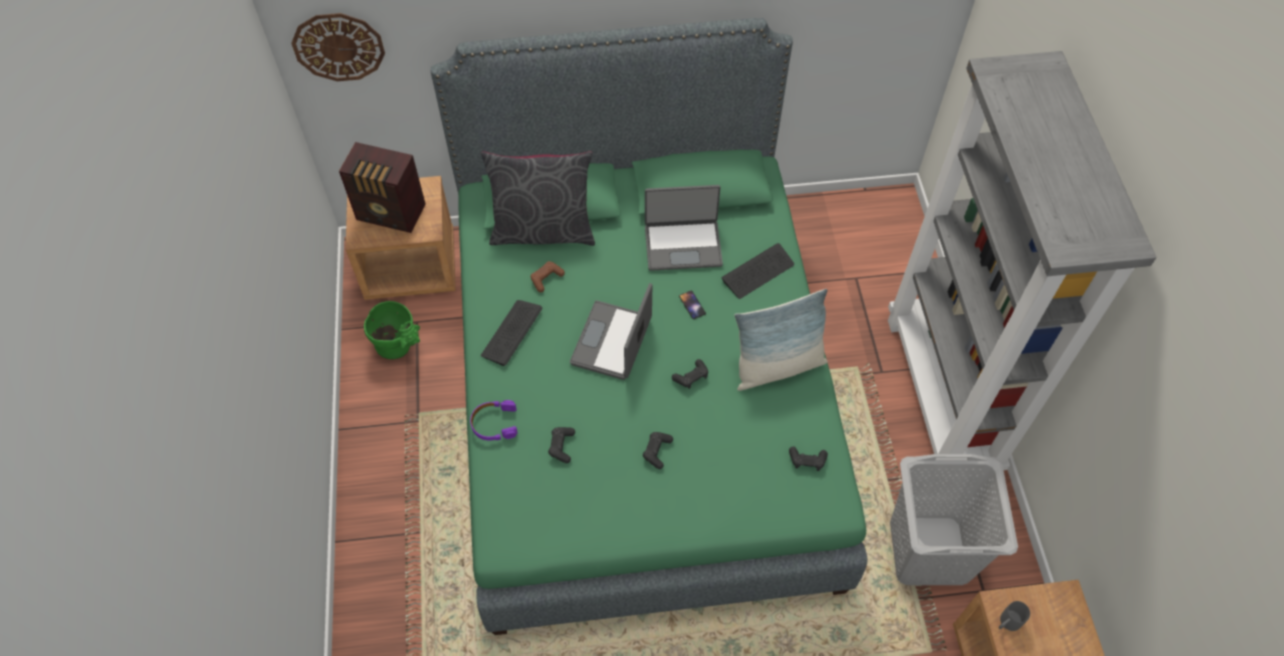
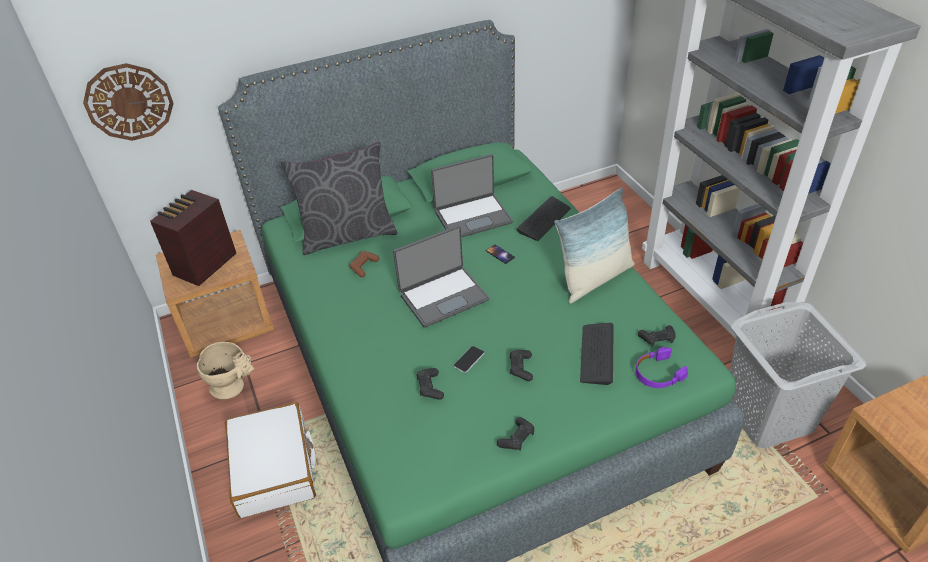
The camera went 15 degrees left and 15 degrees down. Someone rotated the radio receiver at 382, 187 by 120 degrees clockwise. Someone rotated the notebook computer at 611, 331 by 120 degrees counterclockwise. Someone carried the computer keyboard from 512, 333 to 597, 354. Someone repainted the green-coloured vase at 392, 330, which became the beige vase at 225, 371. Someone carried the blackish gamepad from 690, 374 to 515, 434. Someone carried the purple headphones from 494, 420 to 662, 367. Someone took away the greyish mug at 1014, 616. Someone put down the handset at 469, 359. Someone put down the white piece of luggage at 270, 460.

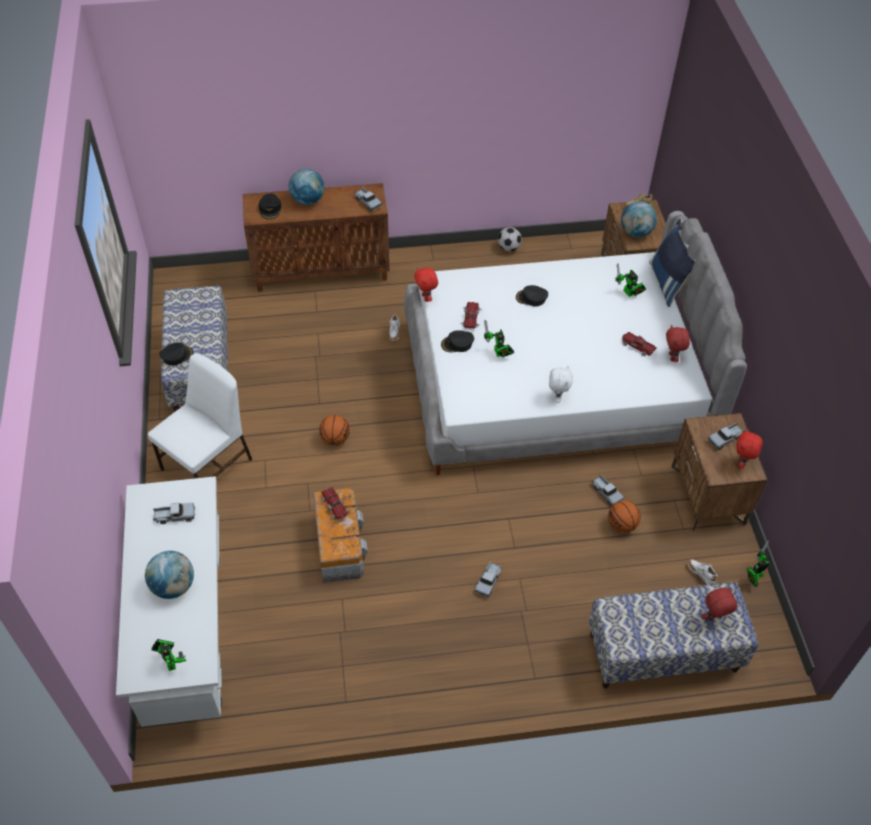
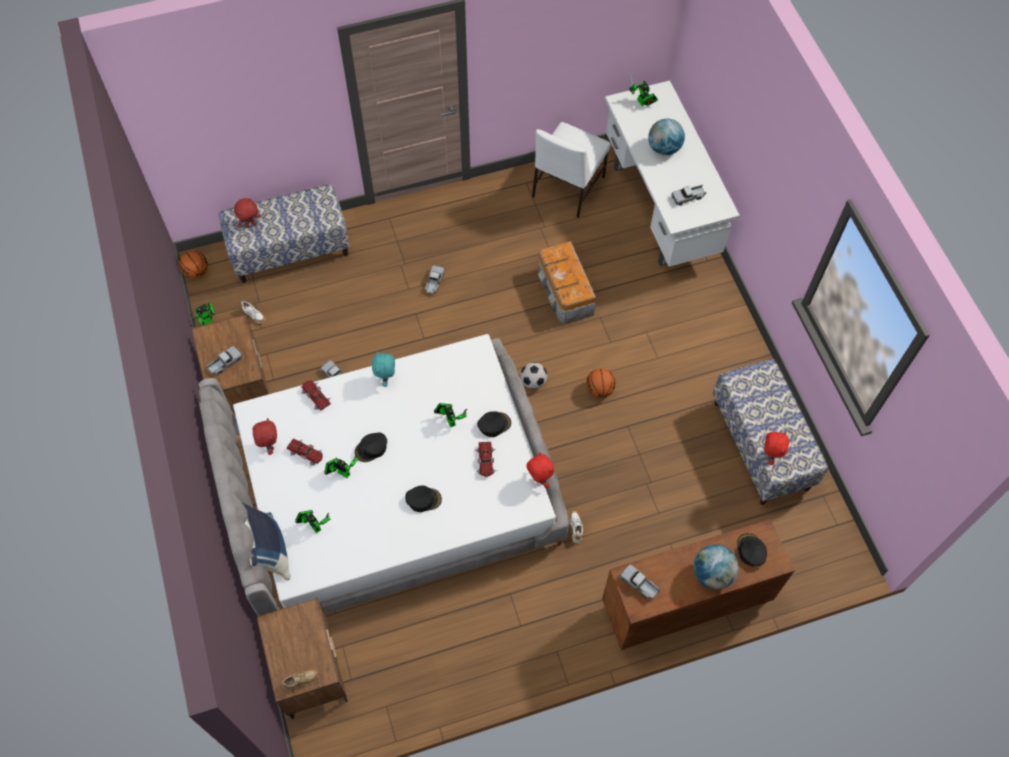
The camera went 170 degrees right and 10 degrees up. Someone took away the world globe at 639, 219. Someone carried the ball for football from 510, 239 to 533, 375. Someone carried the blackish peaked cap from 176, 354 to 371, 447. Someone carried the white plain chair from 200, 415 to 571, 170. Someone repainted the white plush toy at 561, 384, which became the turquoise-coloured plush toy at 383, 369. Someone carried the red plush toy from 749, 449 to 776, 448. Someone carried the miniature car from 335, 503 to 316, 395. Someone carried the basketball ball from 624, 516 to 193, 265. Someone put down the model robot at 341, 465.

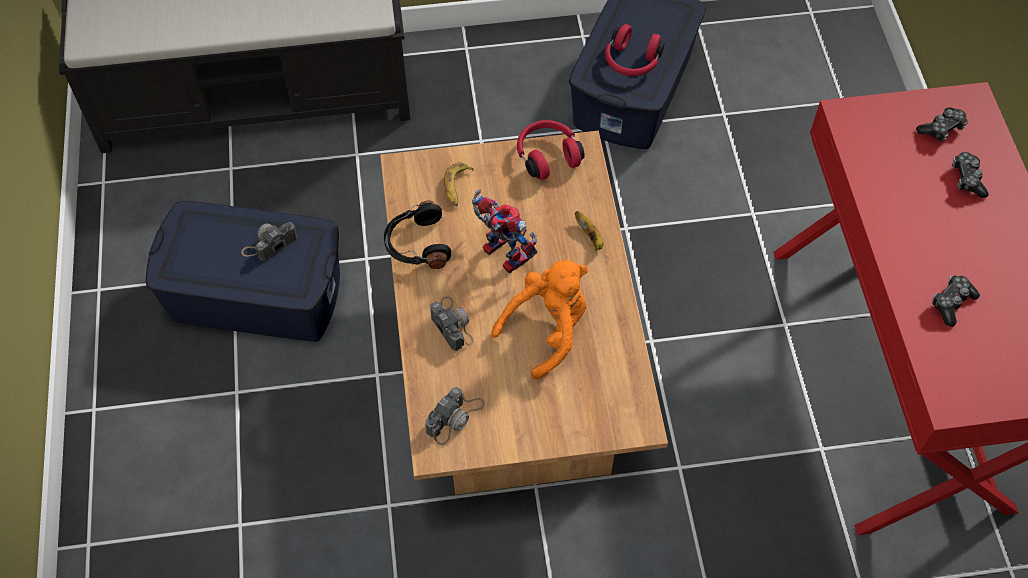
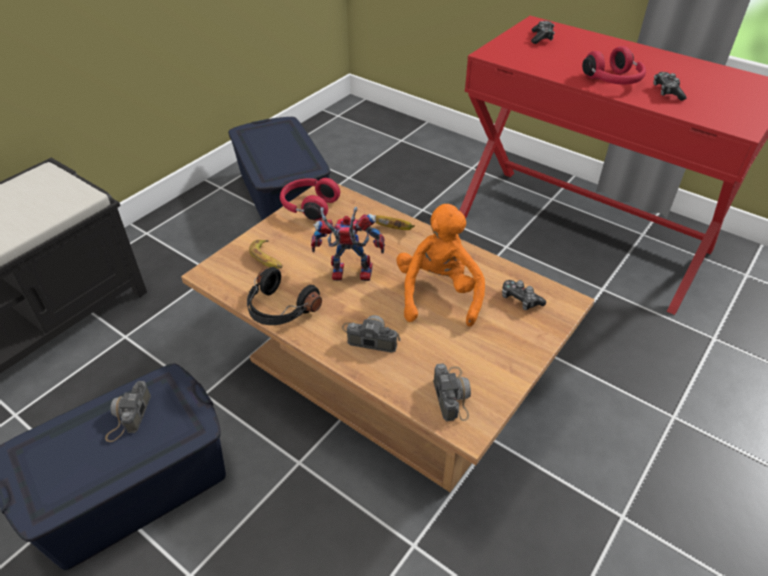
The camera went 45 degrees left and 15 degrees down. Someone carried the red headphones from 635, 50 to 614, 65. Someone carried the gamepad from 970, 175 to 524, 295.

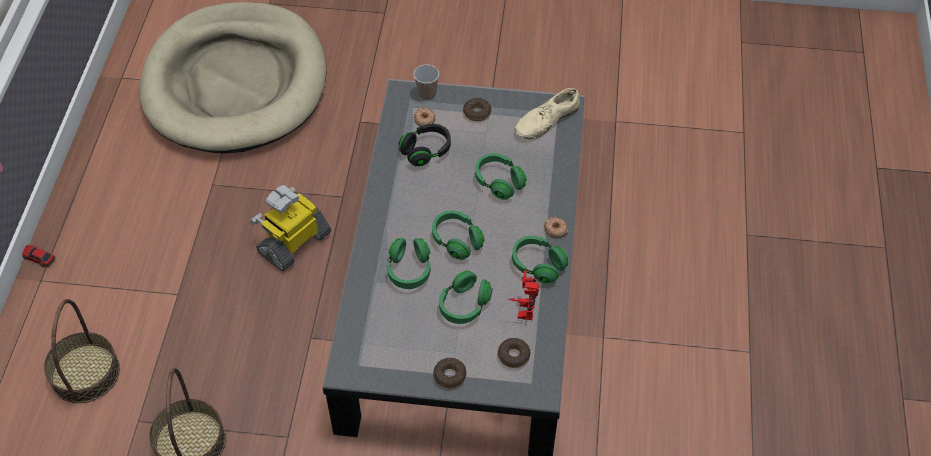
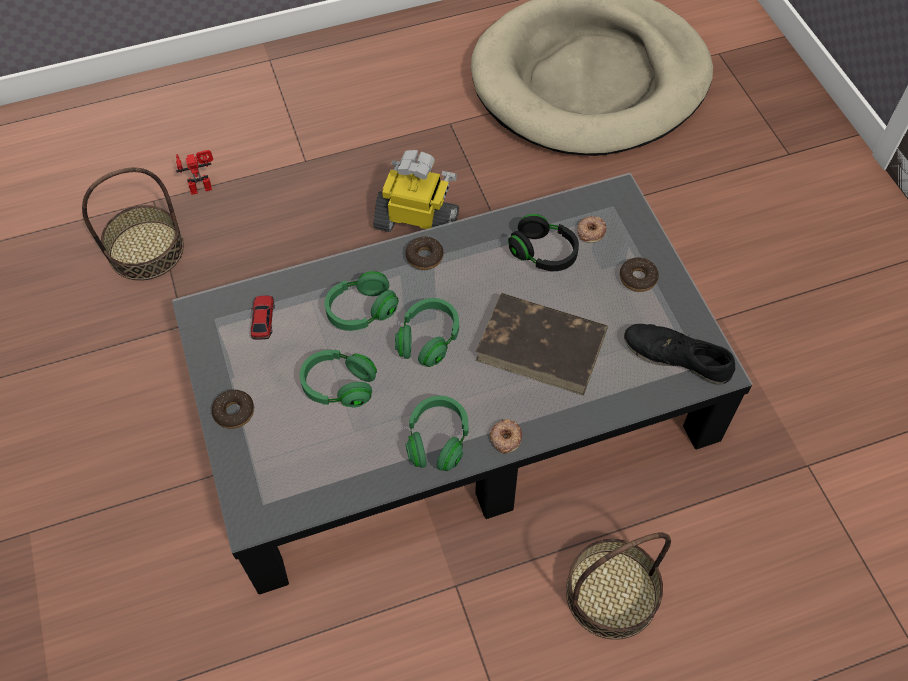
The camera went 65 degrees right and 5 degrees up. Someone took away the small cup at 426, 82. Someone repainted the beige item of footwear at 547, 113, which became the blackish item of footwear at 679, 354. Someone swapped the green-coloured headphones at 501, 176 for the brownish book at 542, 344. Someone carried the miniature car from 38, 256 to 263, 317. Someone carried the model robot from 524, 295 to 194, 172. Someone carried the storage basket from 82, 351 to 618, 586. Someone carried the donut from 514, 353 to 425, 253.

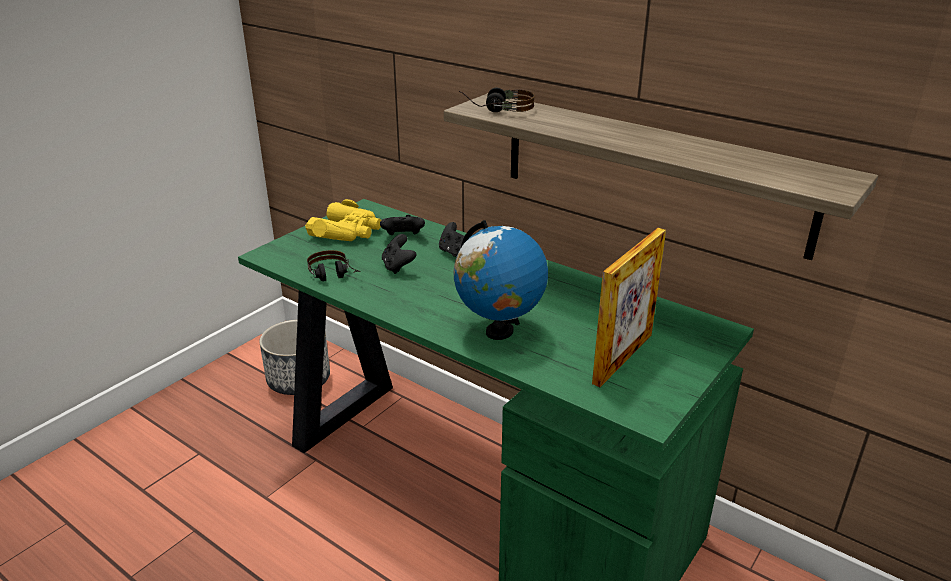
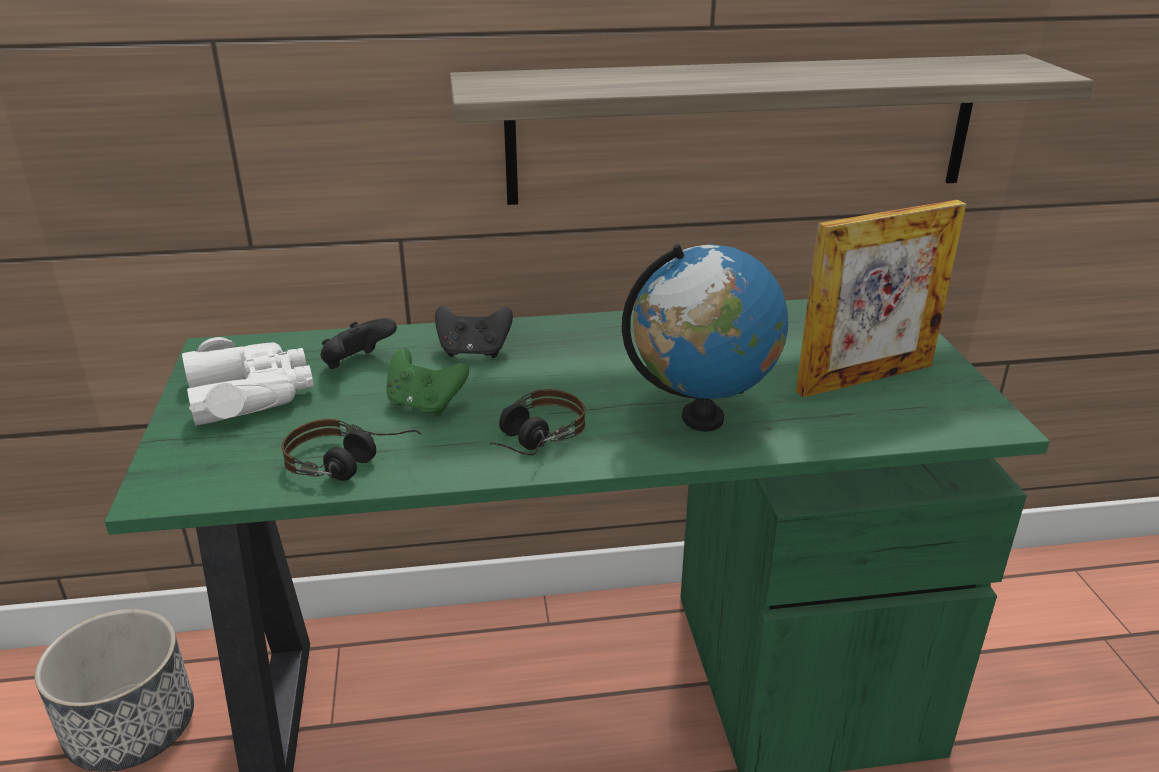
The camera went 45 degrees left and 0 degrees up. Someone carried the headphones from 497, 100 to 537, 422. Someone repainted the yellow-coloured binoculars at 343, 220, which became the white binoculars at 248, 381. Someone rotated the picture frame at 629, 307 by 75 degrees clockwise. Someone repainted the blackish gamepad at 399, 254, which became the green-coloured gamepad at 427, 382.

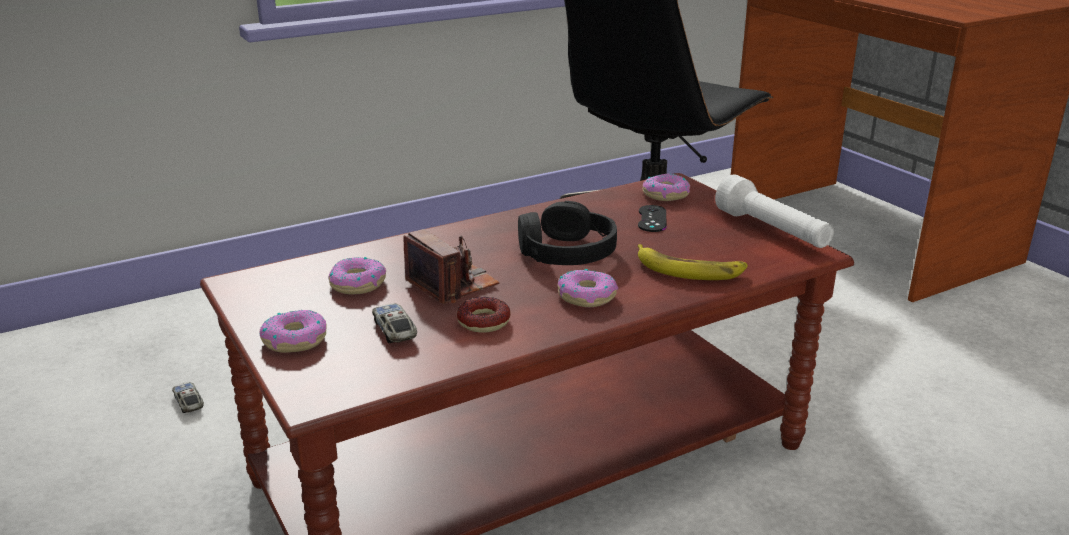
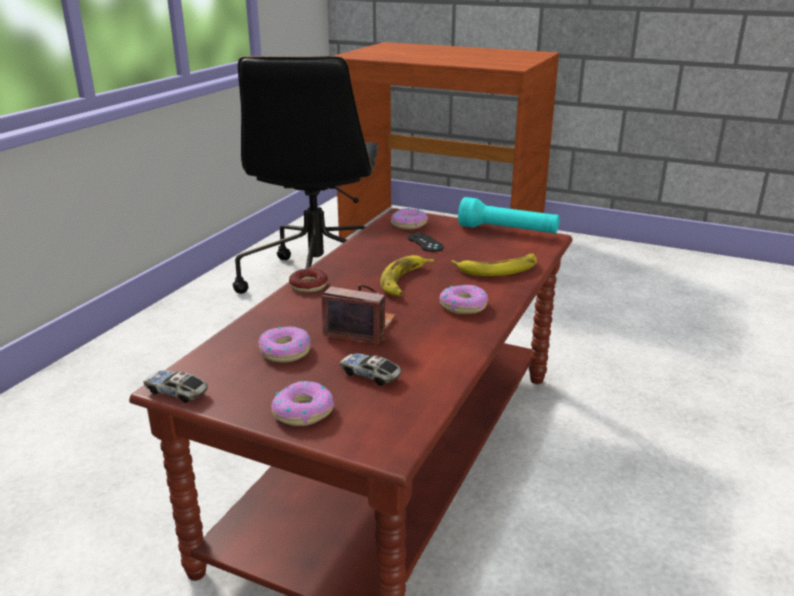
The camera went 35 degrees left and 0 degrees up. Someone repainted the white torch at 774, 211, which became the turquoise-coloured torch at 509, 215. Someone swapped the blackish headphones at 567, 233 for the banana at 407, 275. Someone carried the donut from 484, 315 to 308, 280. Someone carried the miniature car from 188, 397 to 176, 386.

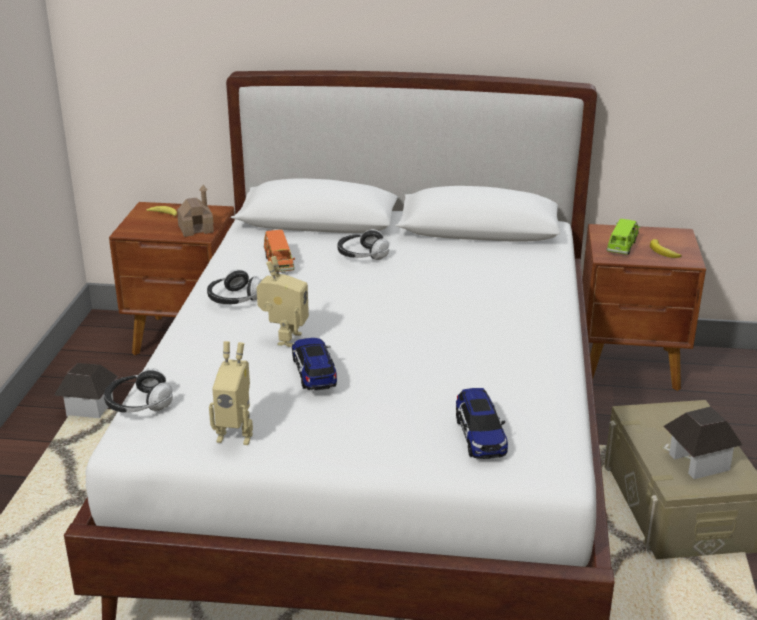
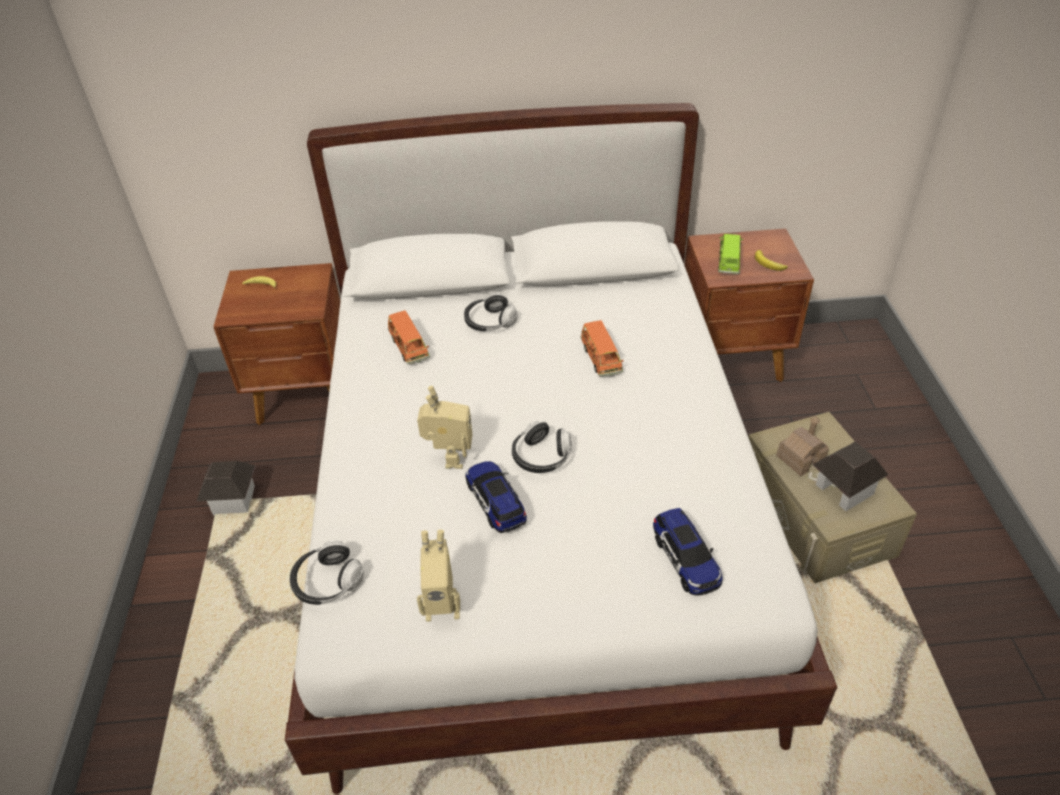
The camera went 10 degrees left and 15 degrees up. Someone carried the miniature house from 195, 211 to 802, 446. Someone carried the headphones from 234, 287 to 542, 447. Someone put down the orangey miniature car at 602, 348.

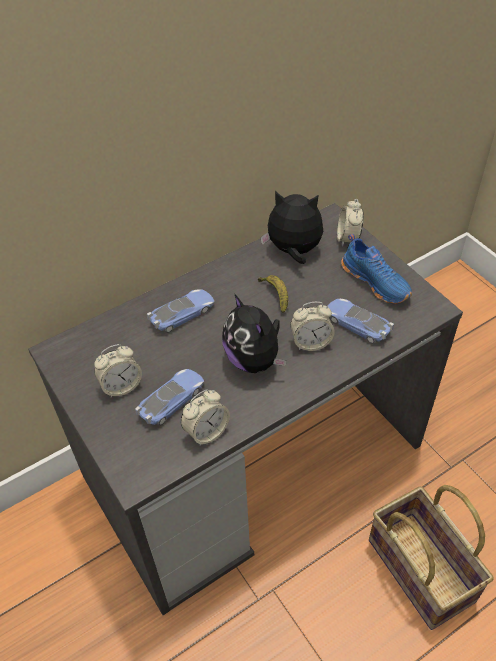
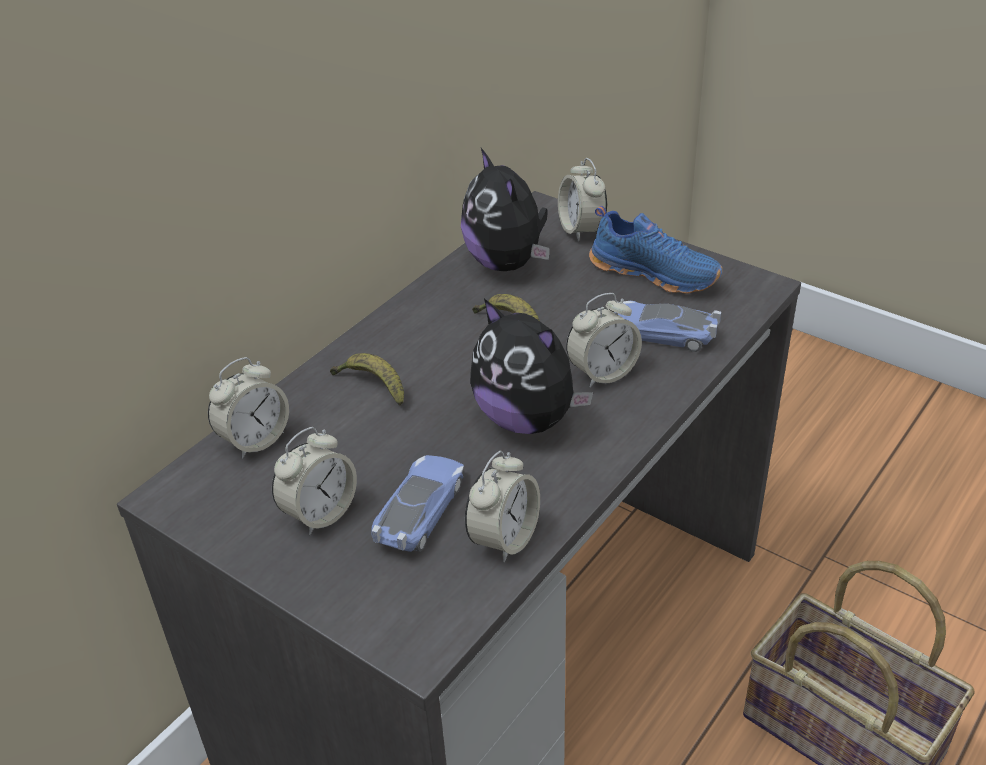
The camera went 20 degrees left and 10 degrees down. Someone rotated the plush toy at 291, 227 by 105 degrees counterclockwise. Someone swapped the miniature car at 180, 311 for the banana at 367, 379. Someone put down the alarm clock at 248, 408.

